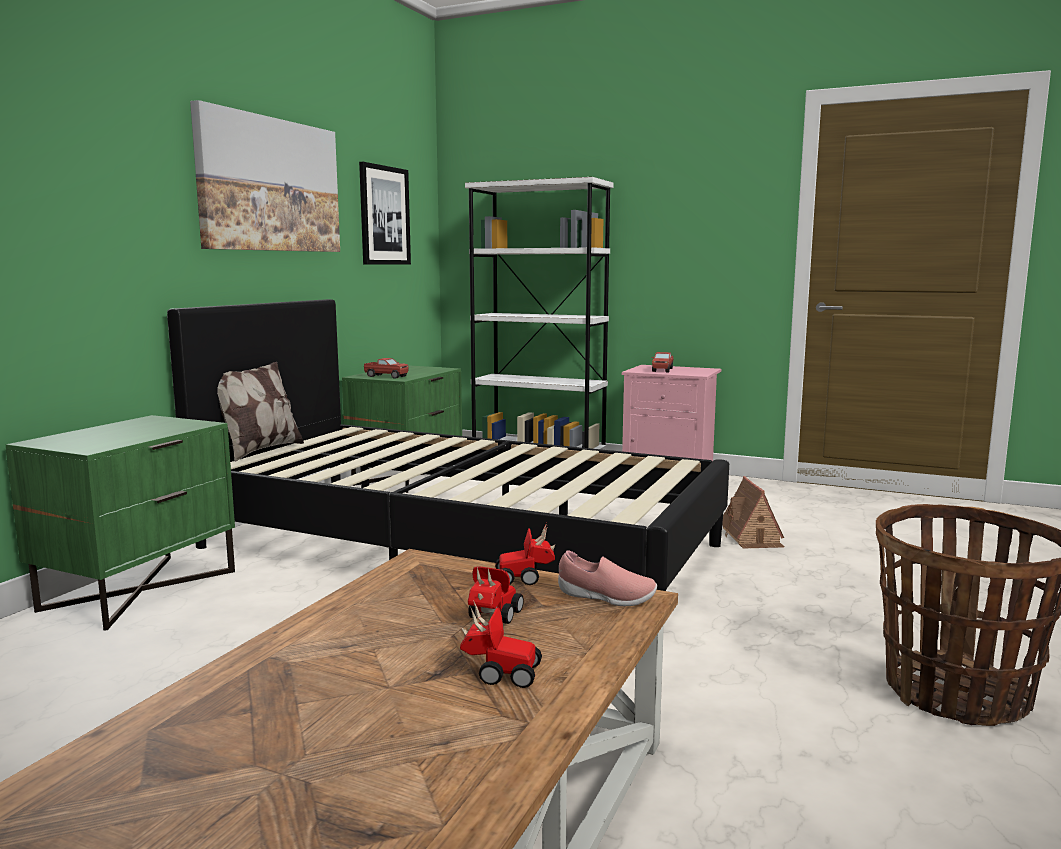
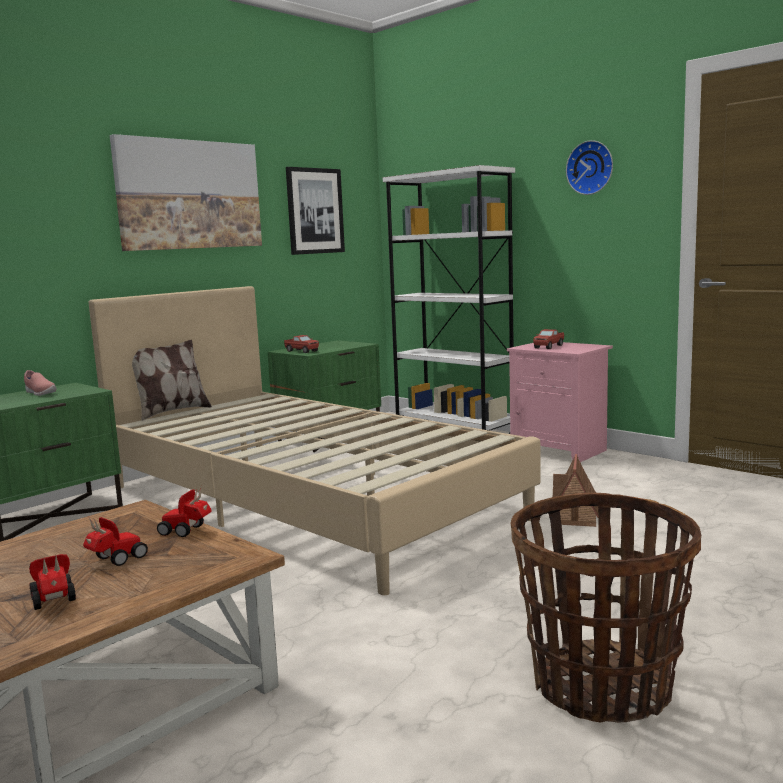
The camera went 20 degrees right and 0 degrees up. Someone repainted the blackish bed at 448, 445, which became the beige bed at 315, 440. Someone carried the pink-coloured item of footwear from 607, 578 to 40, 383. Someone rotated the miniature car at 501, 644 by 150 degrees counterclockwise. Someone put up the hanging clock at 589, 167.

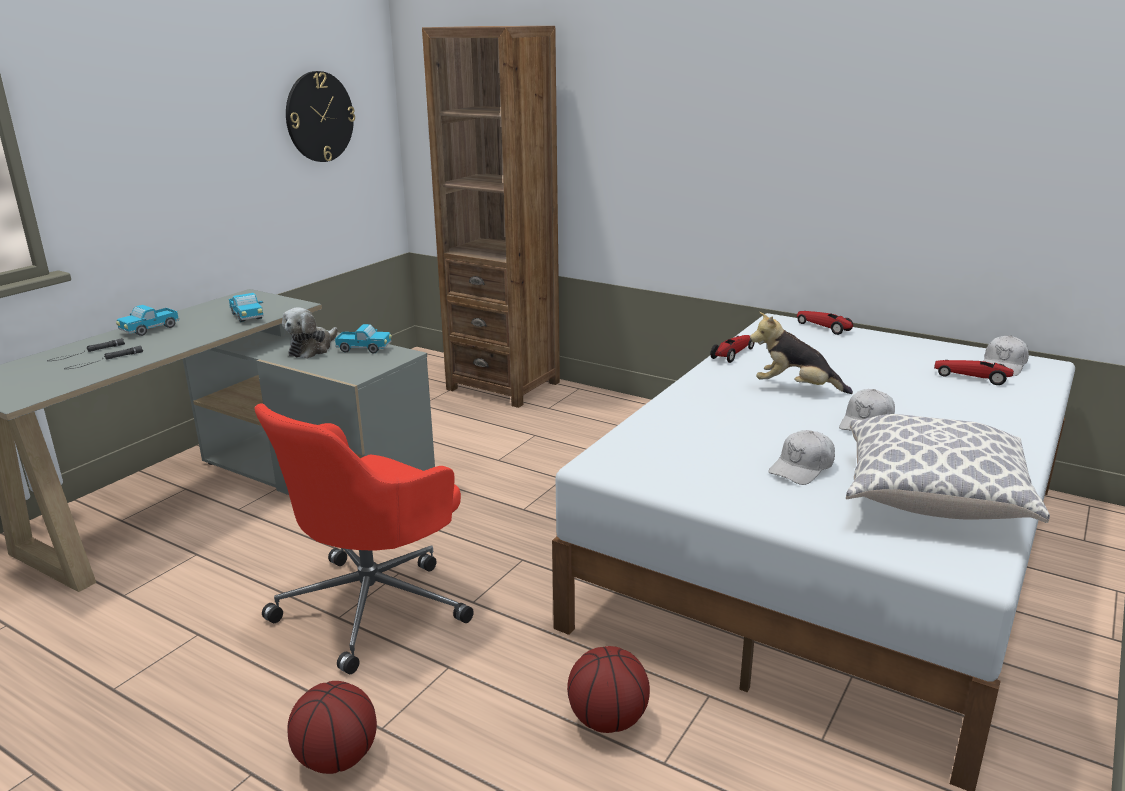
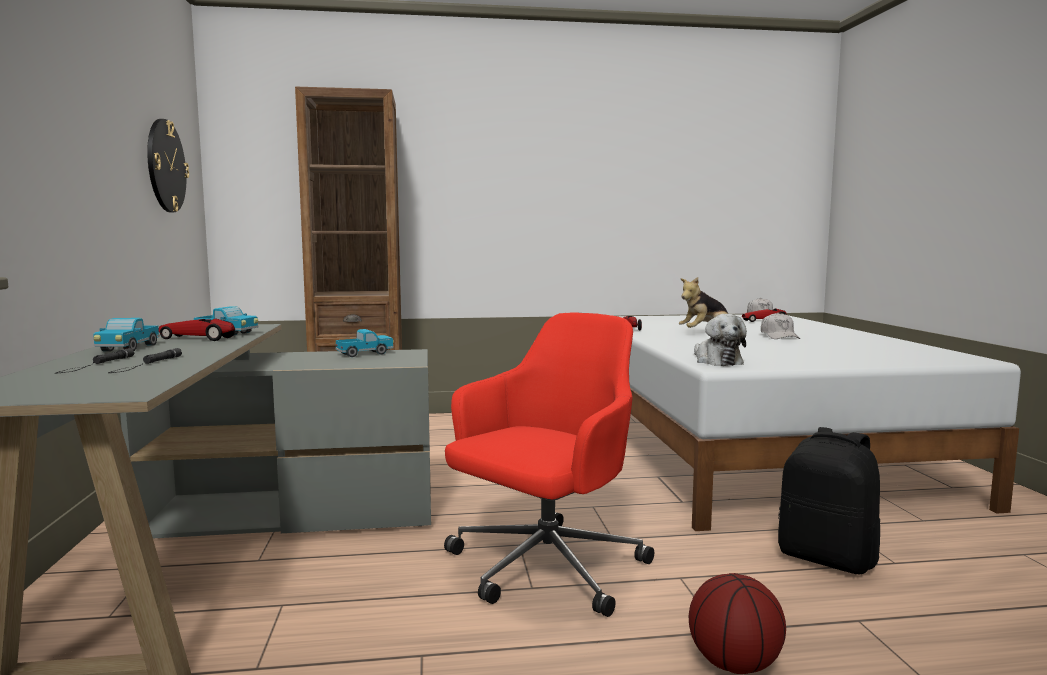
The camera went 40 degrees left and 15 degrees down. Someone carried the plush toy from 310, 333 to 720, 340. Someone carried the miniature car from 824, 323 to 196, 330. Someone rotated the red computer chair at 364, 538 by 135 degrees counterclockwise. Someone took away the throw pillow at 948, 468. Someone took away the white peaked cap at 801, 457. Someone swapped the basketball ball at 608, 689 for the blackish rucksack at 829, 501.

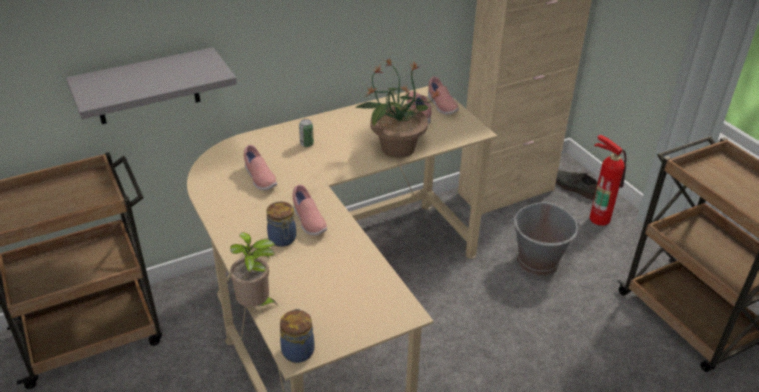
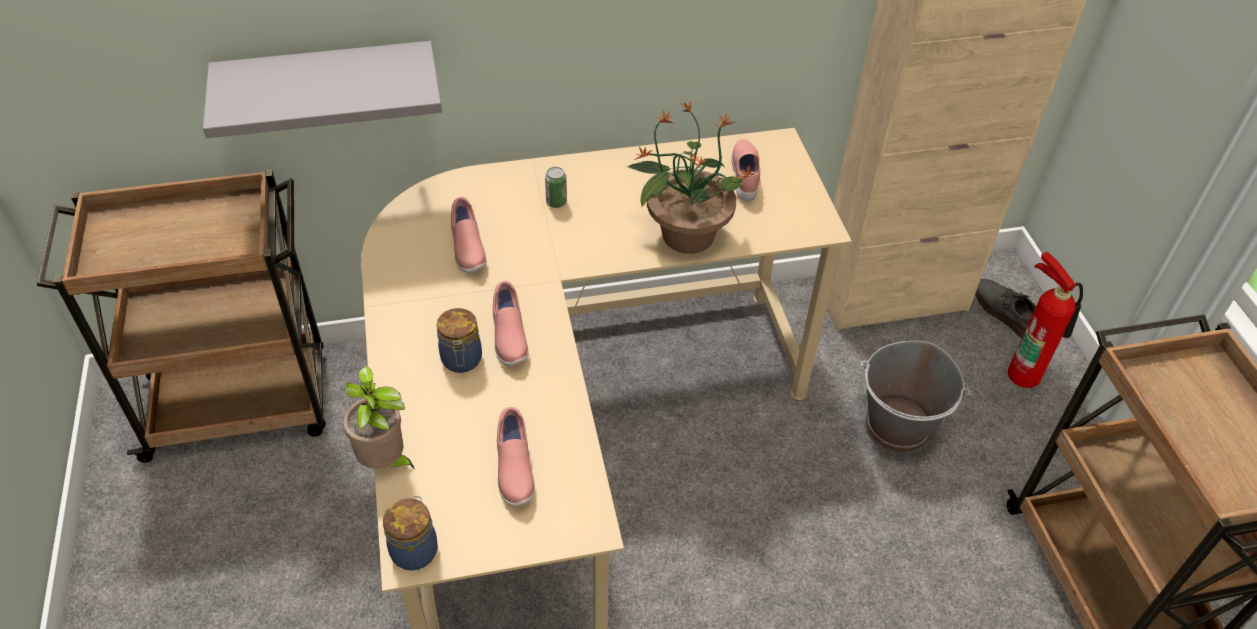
The camera went 15 degrees right and 10 degrees up. Someone carried the pink-coloured item of footwear from 443, 95 to 516, 456.

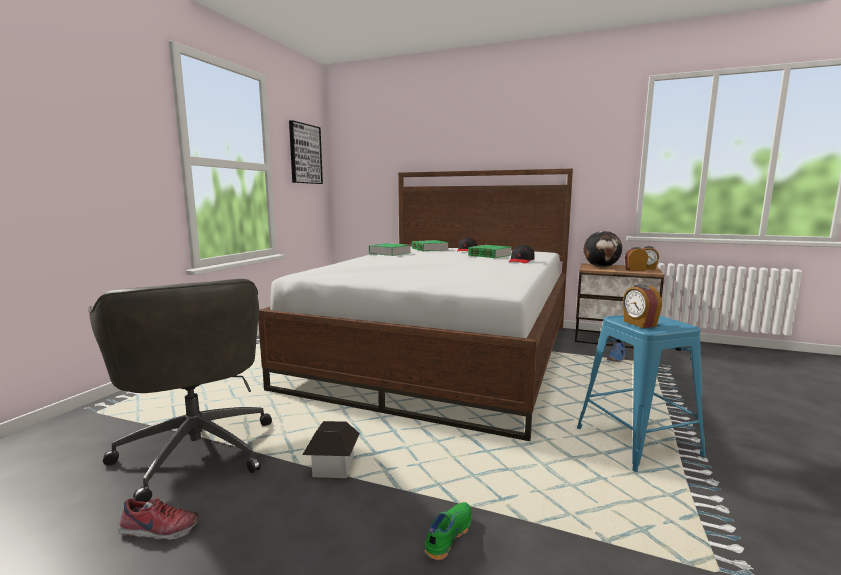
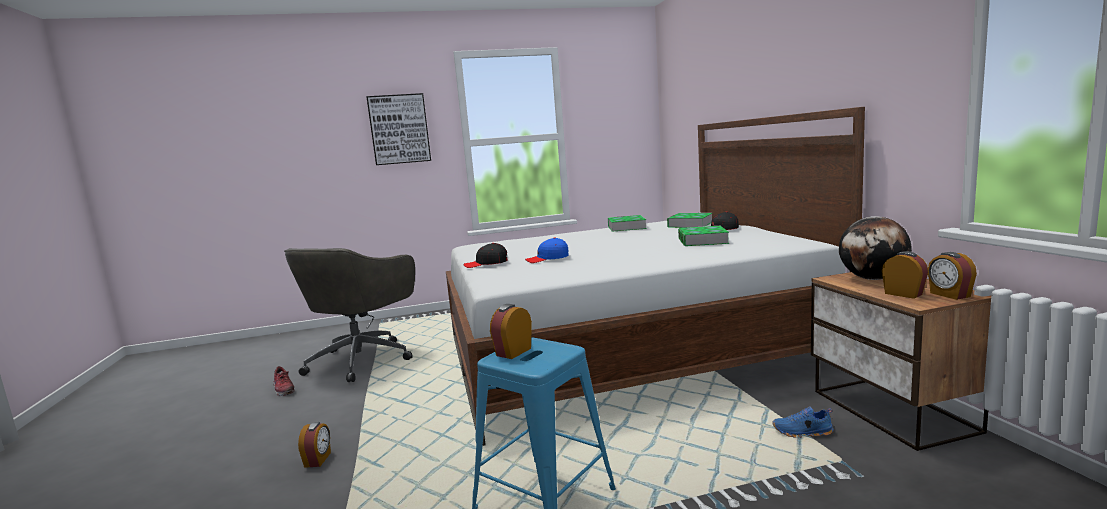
The camera went 55 degrees right and 0 degrees up. Someone carried the picture from 306, 152 to 398, 129. Someone carried the blackish peaked cap from 521, 253 to 485, 255. Someone took away the miniature house at 331, 449. Someone swapped the green-coloured item of footwear at 448, 531 for the alarm clock at 314, 445. Someone put down the blue-coloured peaked cap at 547, 250.

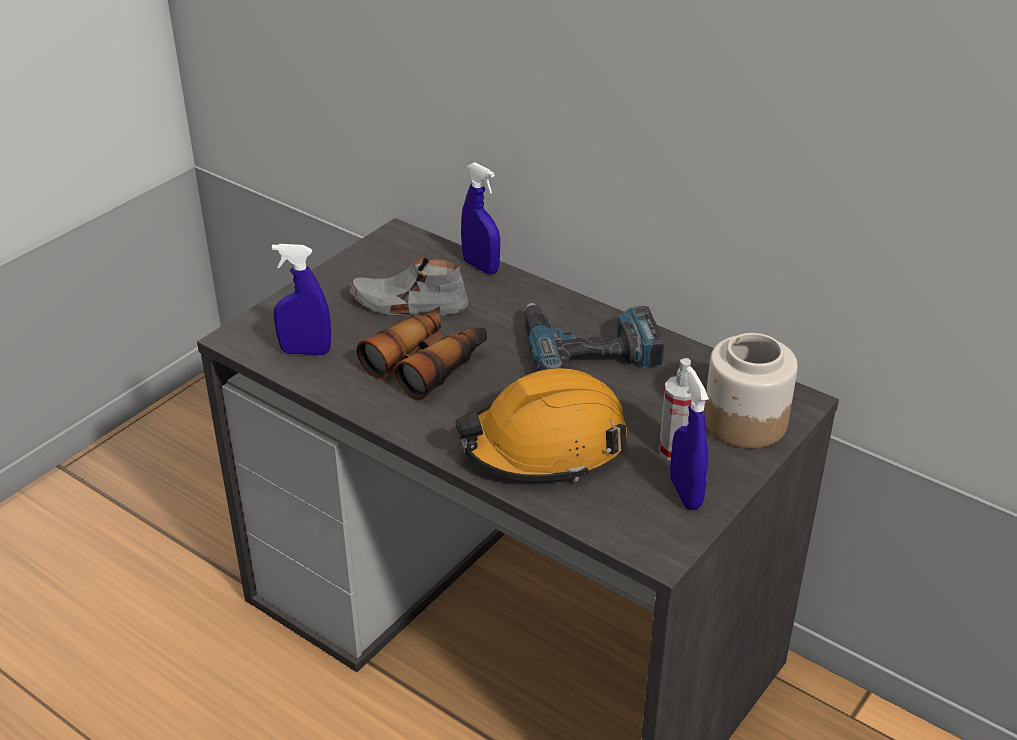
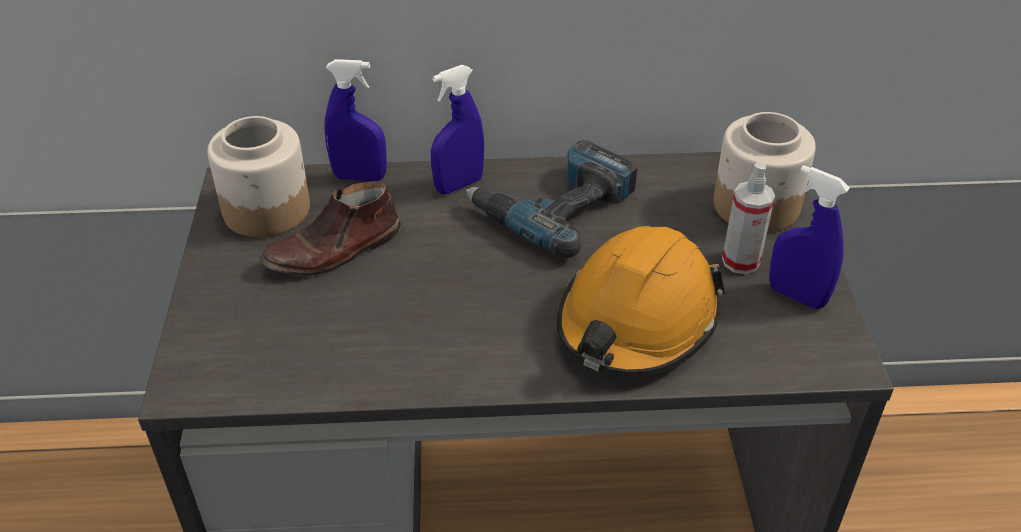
The camera went 40 degrees left and 5 degrees up. Someone carried the blue-coloured sprayer from 301, 299 to 457, 129. Someone repainted the greyish item of footwear at 408, 286, which became the brownish item of footwear at 330, 229. Someone took away the binoculars at 422, 353. Someone put down the storage jar at 258, 177.

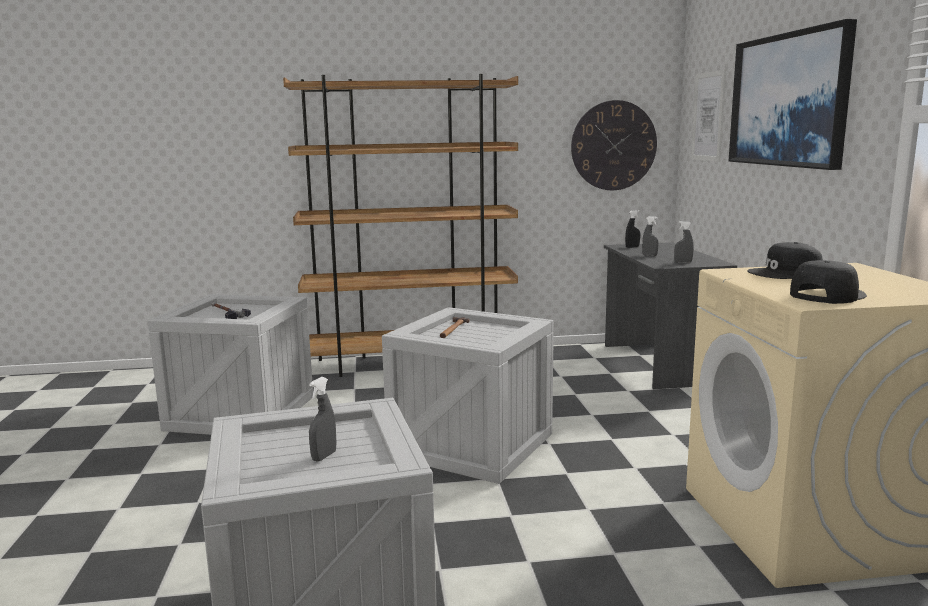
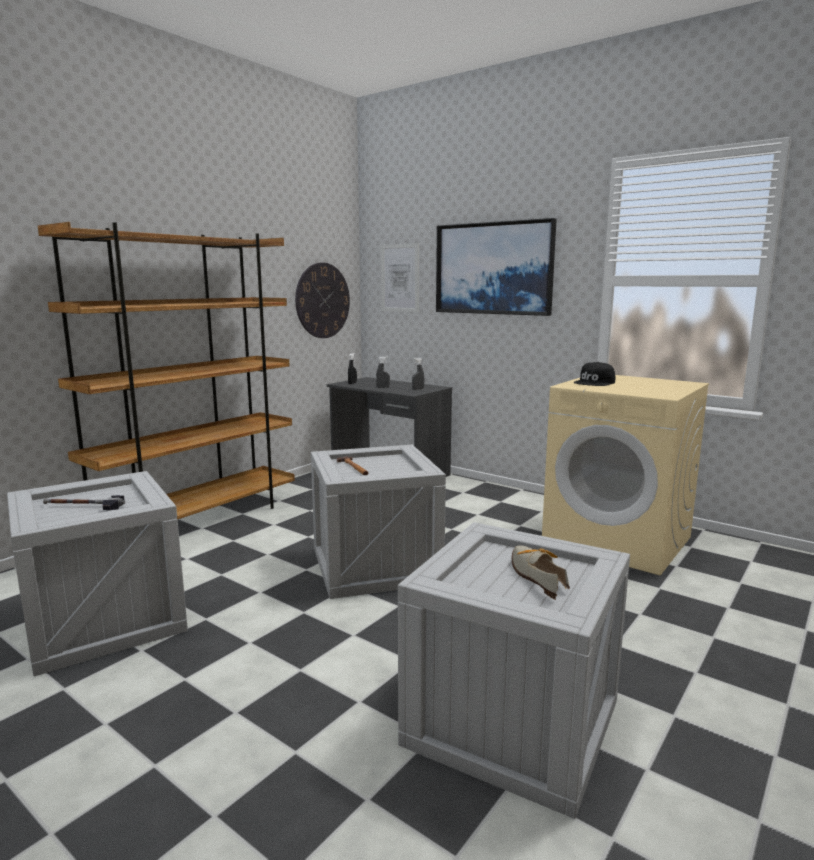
The camera went 45 degrees left and 0 degrees up. Someone took away the blackish peaked cap at 828, 282. Someone swapped the greyish sprayer at 323, 419 for the item of footwear at 541, 572.

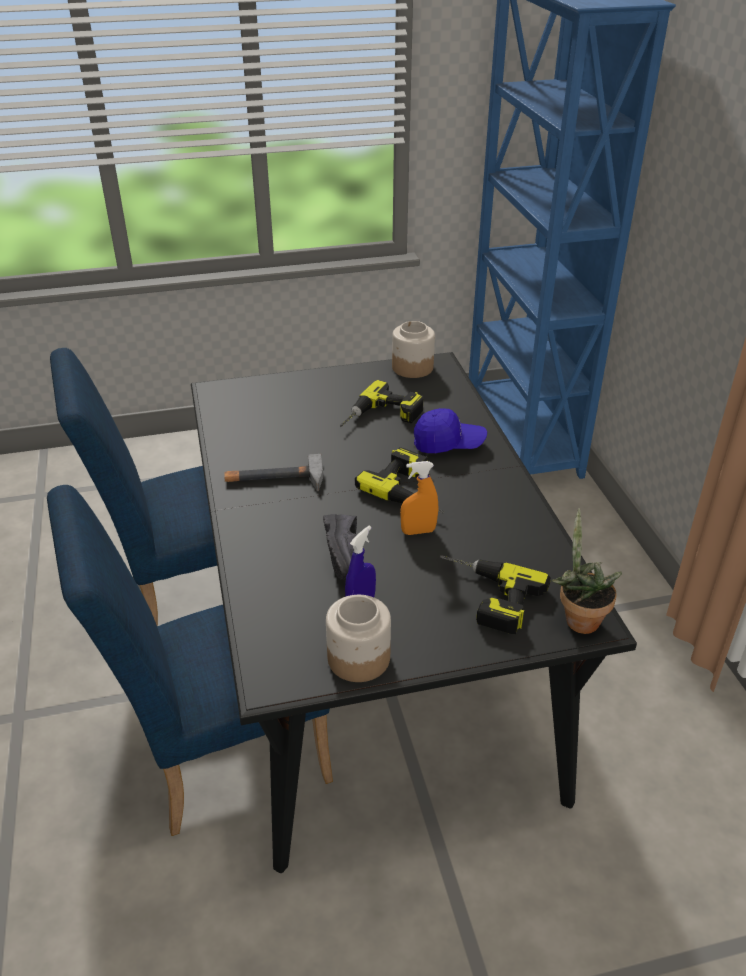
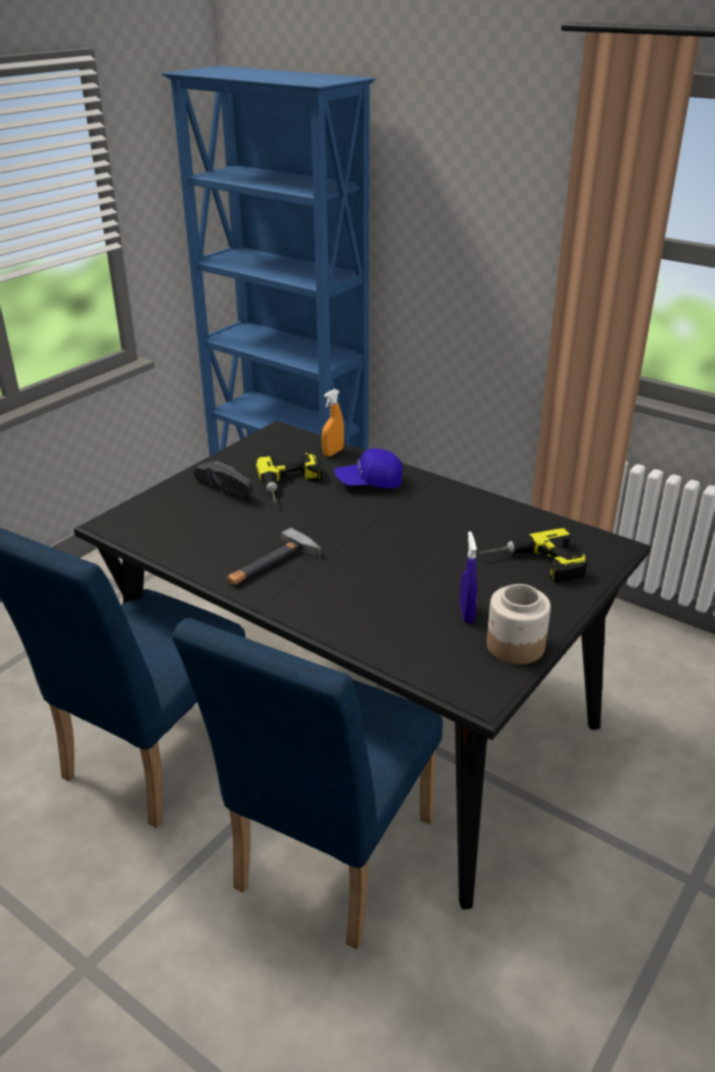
The camera went 40 degrees left and 5 degrees down. Someone took away the storage jar at 413, 349. Someone rotated the blue-coloured peaked cap at 450, 430 by 150 degrees counterclockwise. Someone took away the electric drill at 399, 480. Someone carried the orangey sprayer from 419, 498 to 333, 423. Someone took away the houseplant at 586, 571. Someone carried the blackish item of footwear from 340, 547 to 223, 479.

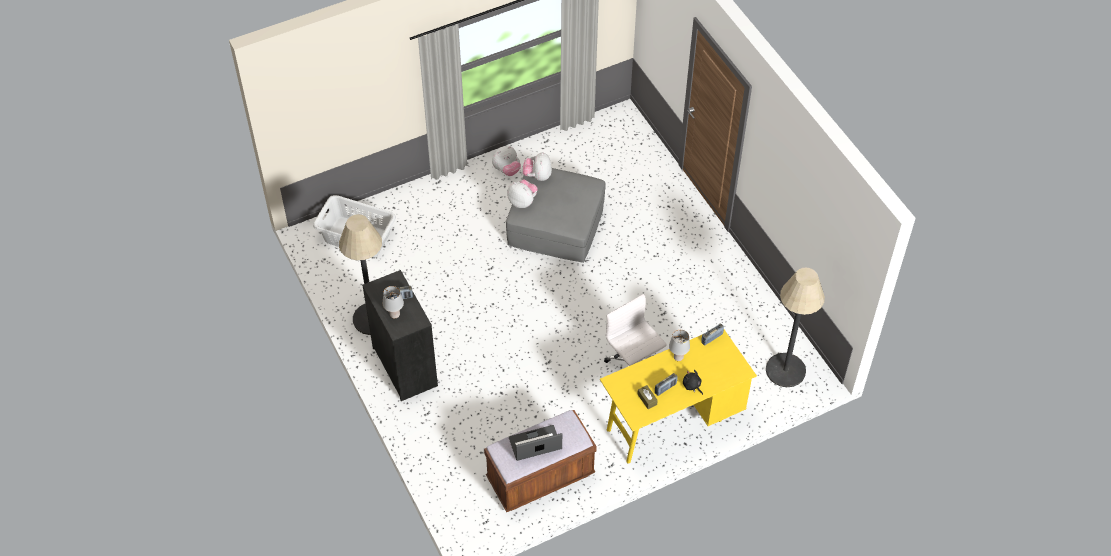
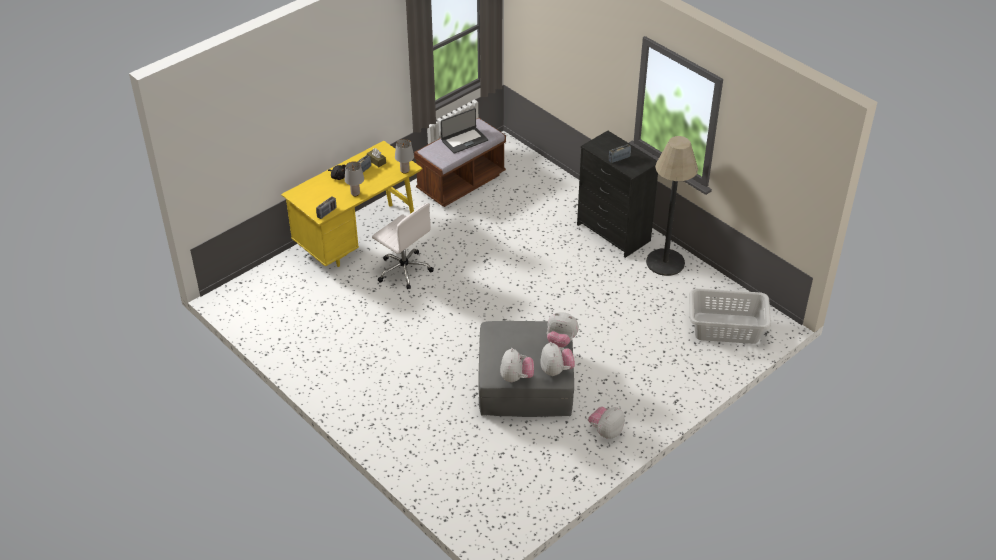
The camera went 165 degrees right and 10 degrees down. Someone took away the floor lamp at 795, 327. Someone carried the greyish table lamp from 393, 302 to 404, 156. Someone put down the plush toy at 517, 365.

